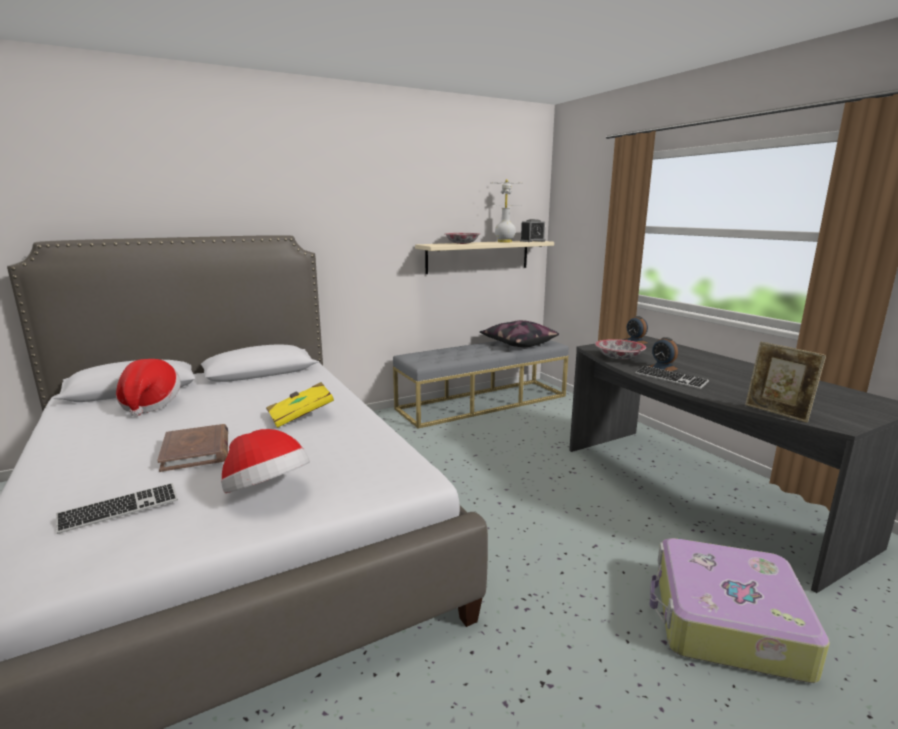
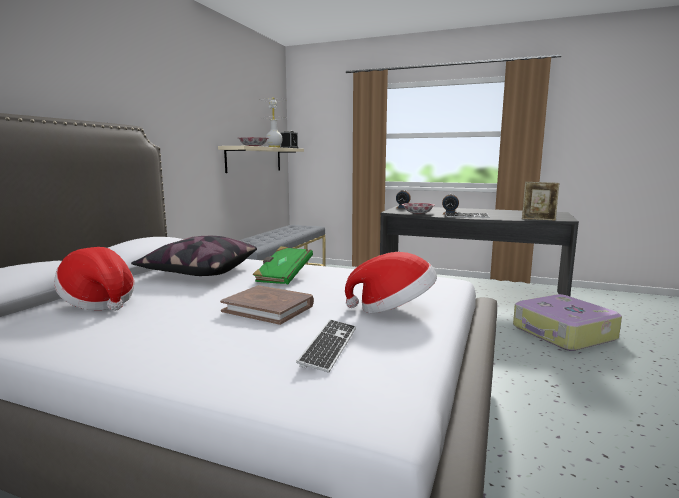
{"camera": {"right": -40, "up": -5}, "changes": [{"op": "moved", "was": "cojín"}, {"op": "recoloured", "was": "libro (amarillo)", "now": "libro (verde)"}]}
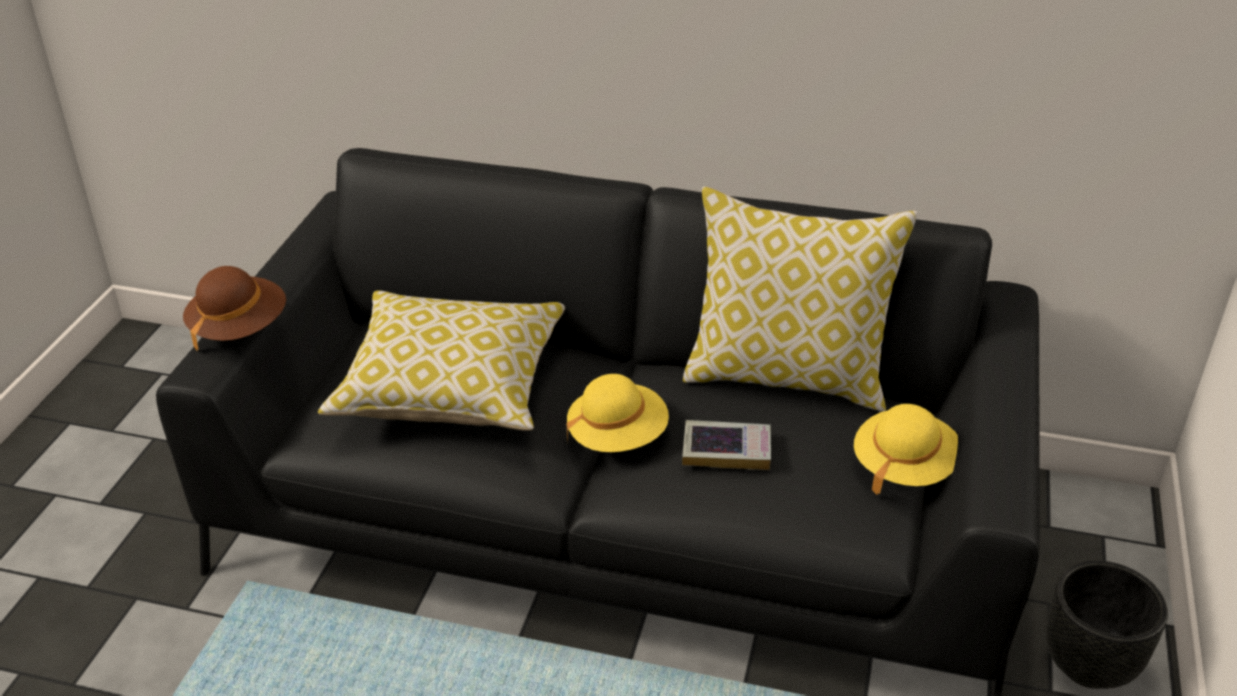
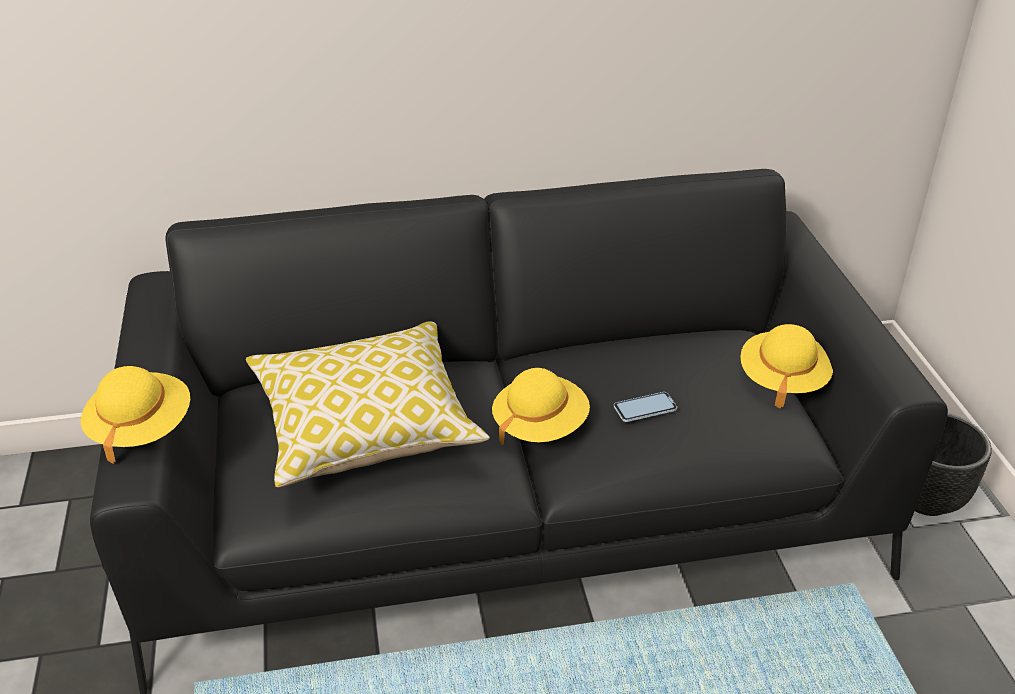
{"camera": {"right": -25, "up": 0}, "changes": [{"op": "recoloured", "was": "sombrero (marrón)", "now": "sombrero (amarillo) (1st from left)"}, {"op": "replaced", "was": "libro", "now": "móvil"}, {"op": "removed", "was": "cojín (2nd from left)"}]}
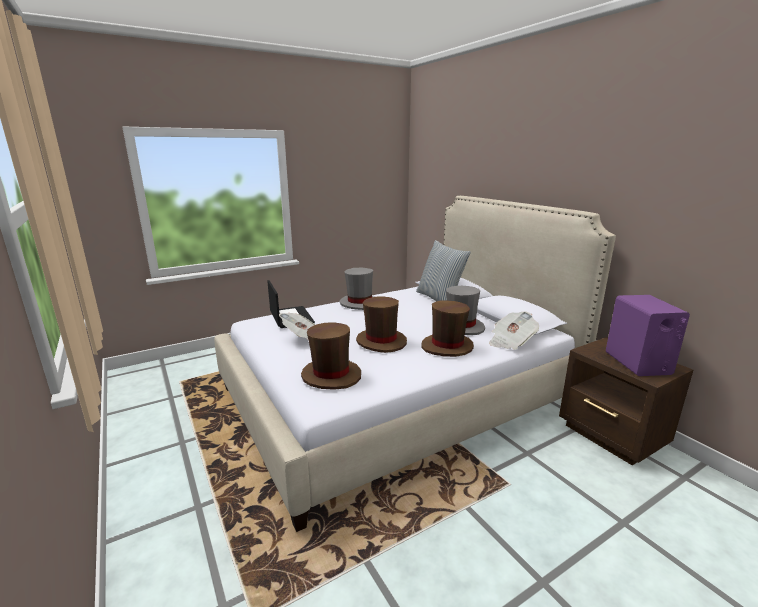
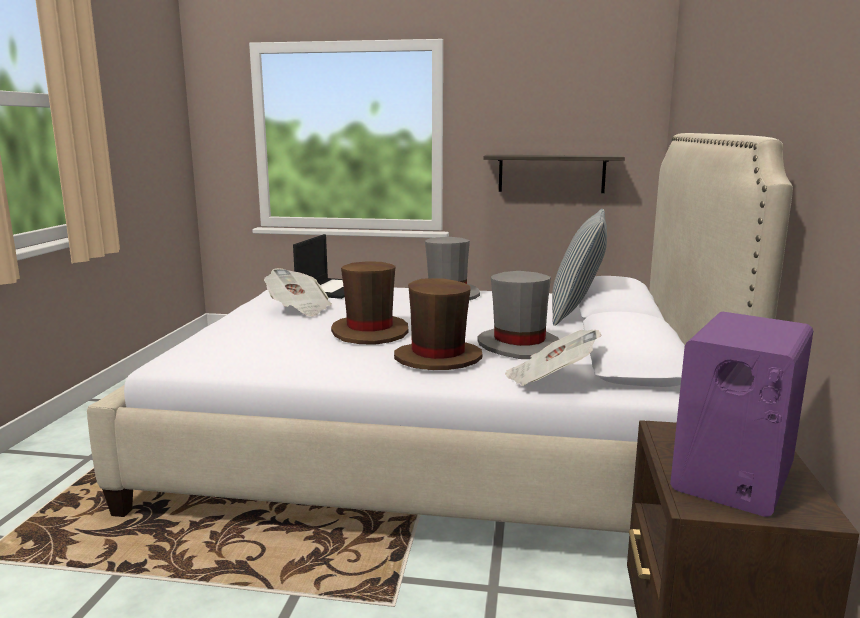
{"camera": {"right": 40, "up": -5}, "changes": [{"op": "added", "now": "estante"}, {"op": "removed", "was": "sombrero (marrón) (1st from left)"}]}
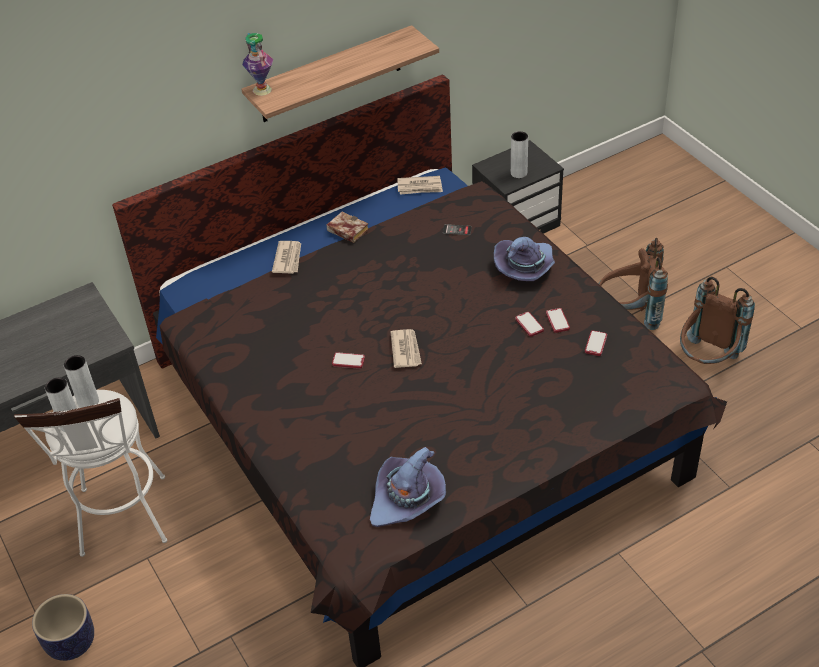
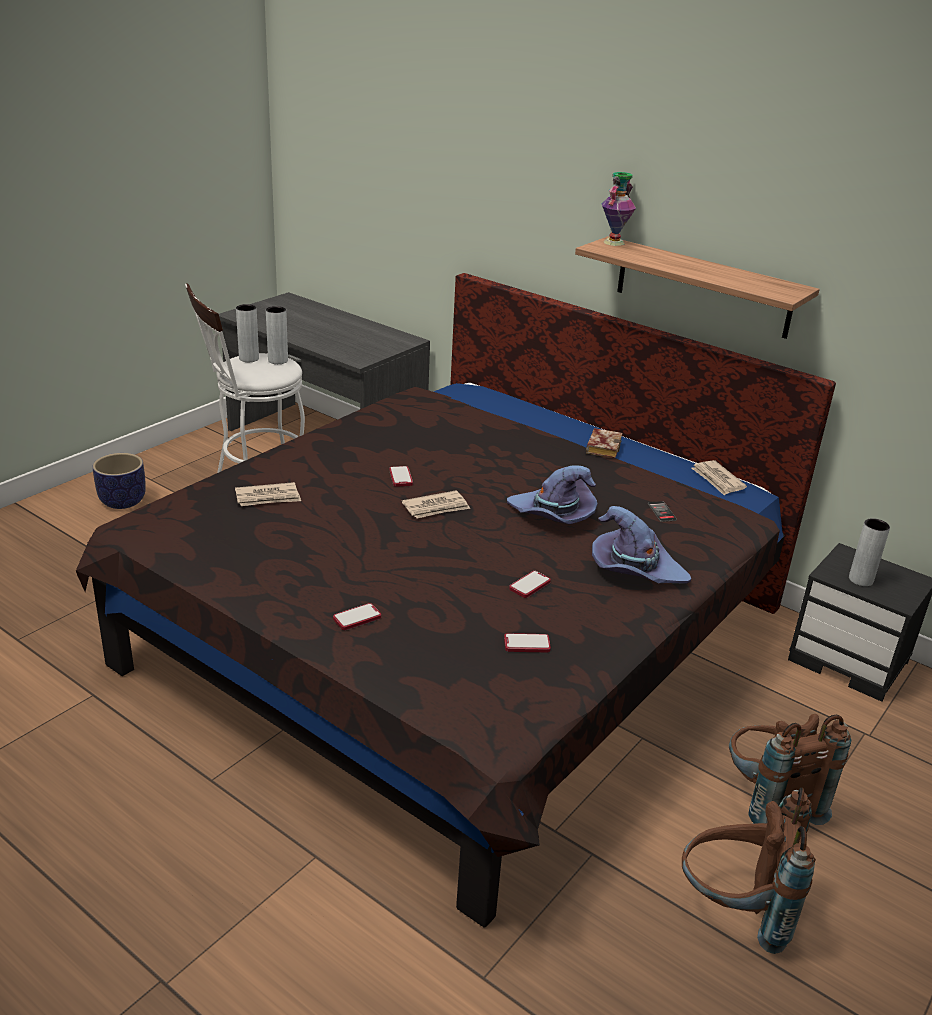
{"camera": {"right": 65, "up": -15}, "changes": [{"op": "moved", "was": "periódico (1st from left)"}, {"op": "moved", "was": "móvil (4th from left in the first image)", "now": "móvil (1st from left)"}, {"op": "moved", "was": "sombrero (morado) (1st from left)"}]}
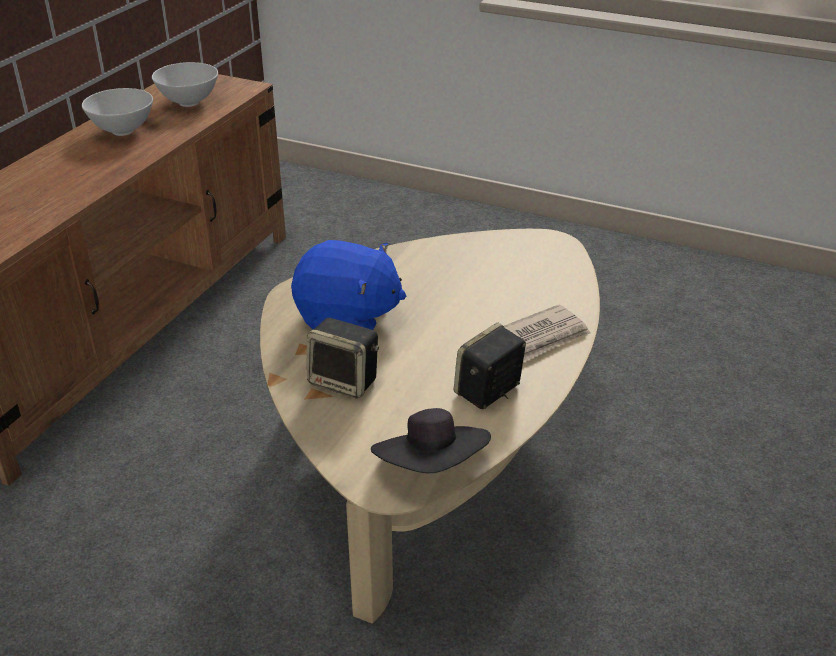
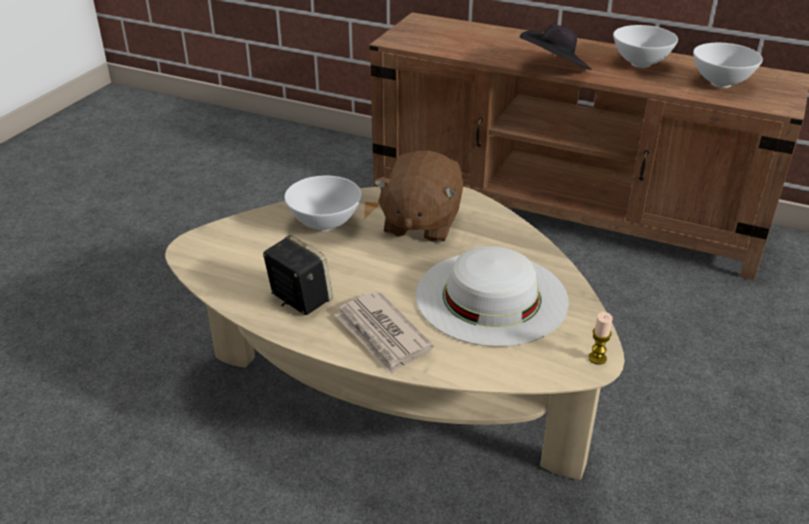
{"camera": {"right": 90, "up": 0}, "changes": [{"op": "replaced", "was": "altavoz (1st from left)", "now": "cuenco (blanco) (1st from left)"}, {"op": "recoloured", "was": "peluche (azul)", "now": "peluche (marrón)"}, {"op": "added", "now": "sombrero (blanco)"}, {"op": "moved", "was": "sombrero (negro)"}, {"op": "added", "now": "vela"}]}
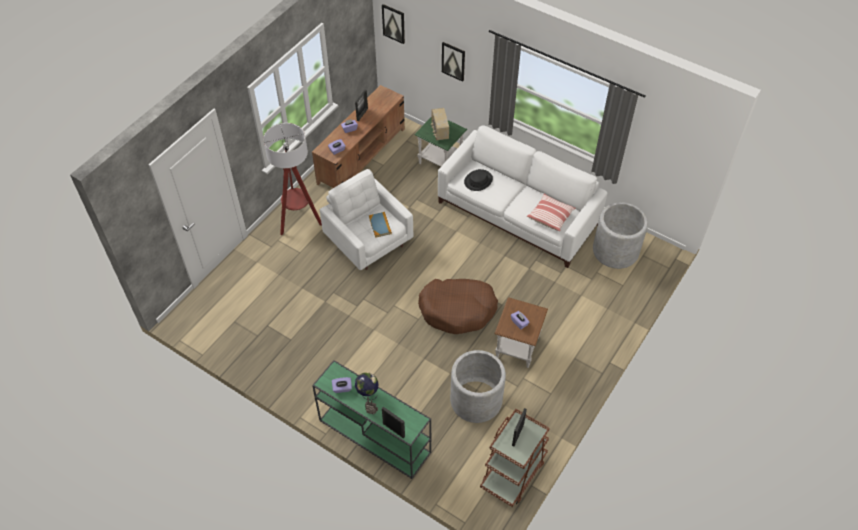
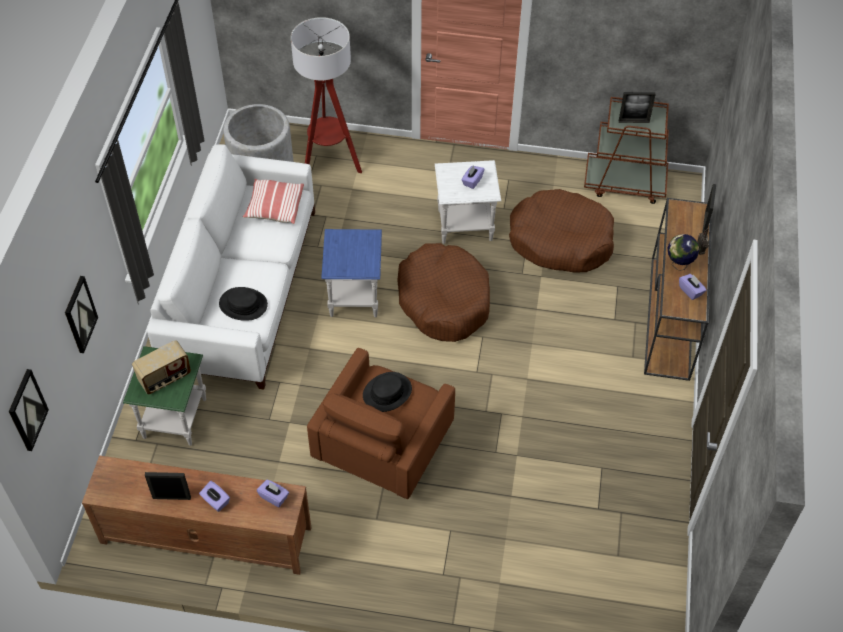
{"camera": {"right": -115, "up": 0}, "changes": [{"op": "moved", "was": "lámpara de pie"}, {"op": "recoloured", "was": "sillón (blanco)", "now": "sillón (marrón)"}, {"op": "added", "now": "mesa auxiliar (azul)"}, {"op": "replaced", "was": "libro", "now": "sombrero (negro) (2nd from left)"}, {"op": "recoloured", "was": "mesa auxiliar (marrón)", "now": "mesa auxiliar (blanco)"}, {"op": "replaced", "was": "maceta (gris) (1st from left)", "now": "cama para perro (marrón) (2nd from left)"}, {"op": "recoloured", "was": "mesa consola (verde)", "now": "mesa consola (marrón)"}]}
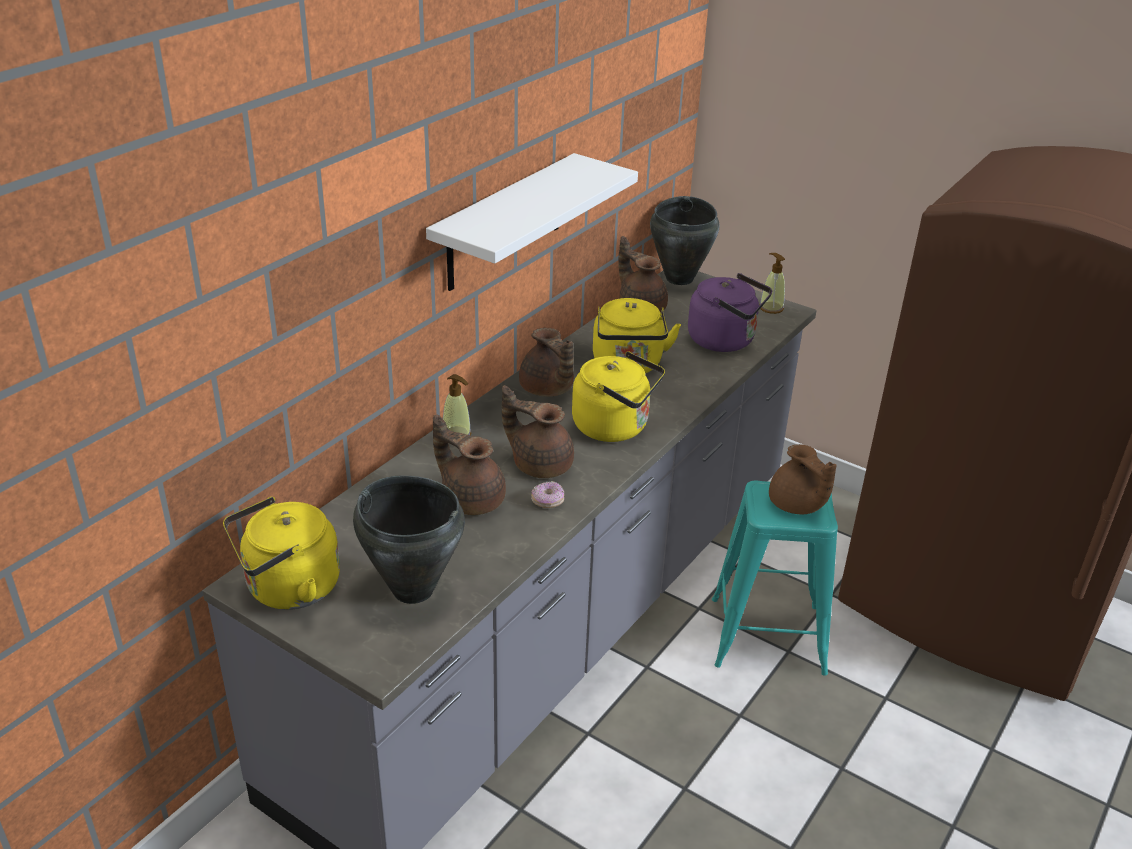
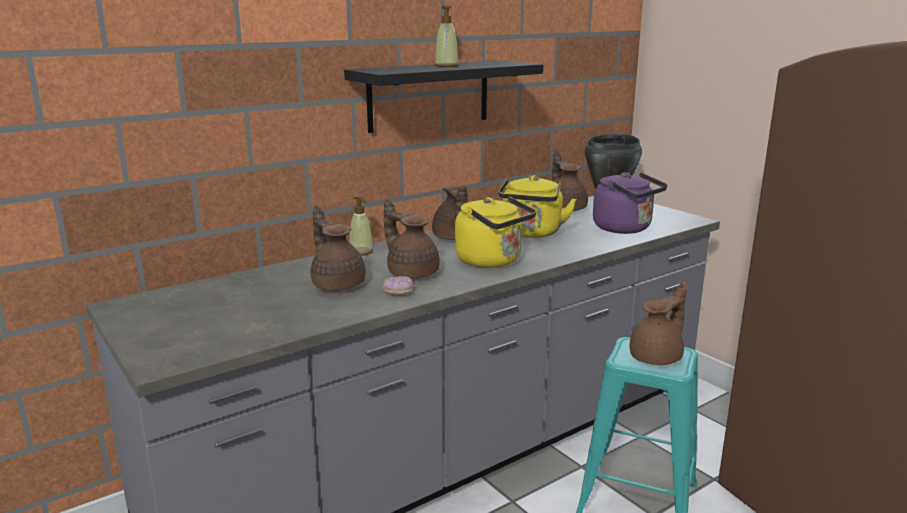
{"camera": {"right": 20, "up": -15}, "changes": [{"op": "recoloured", "was": "estante (blanco)", "now": "estante (negro)"}, {"op": "moved", "was": "dispensador de jabón (2nd from left)"}, {"op": "turned", "was": "tetera (marrón) (5th from left)", "clockwise": -120}, {"op": "removed", "was": "hervidor (amarillo) (1st from left)"}, {"op": "removed", "was": "olla (negro) (1st from left)"}]}
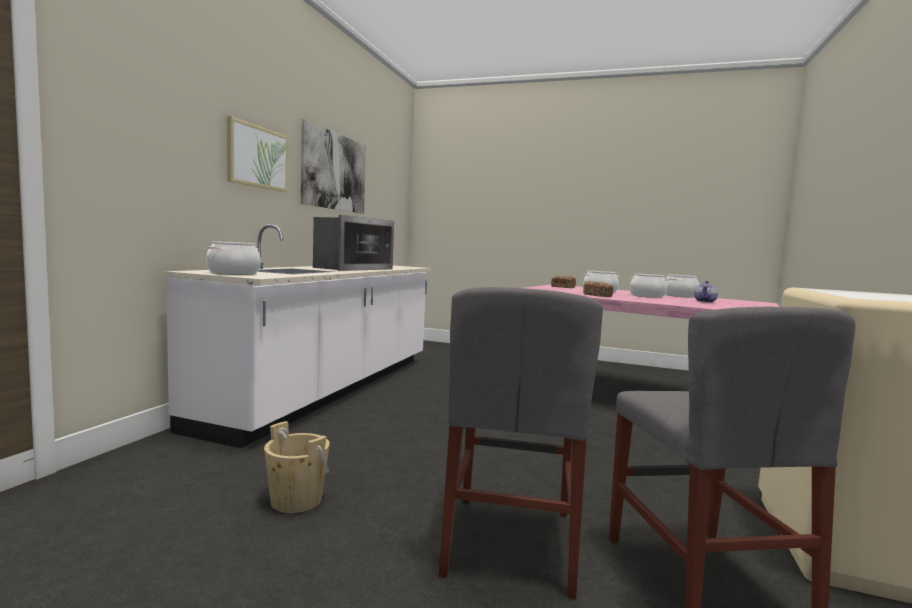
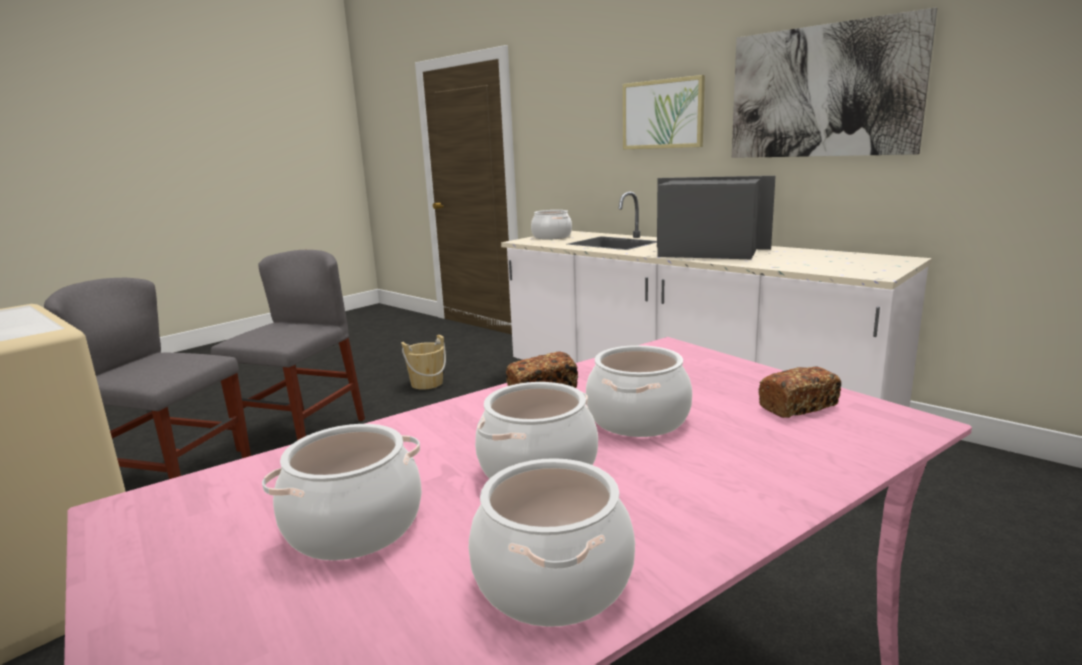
{"camera": {"right": 115, "up": 10}, "changes": [{"op": "turned", "was": "silla (gris) (1st from left in the first image)", "clockwise": 75}, {"op": "replaced", "was": "tetera", "now": "olla (1st from left)"}, {"op": "turned", "was": "microondas", "clockwise": 150}]}
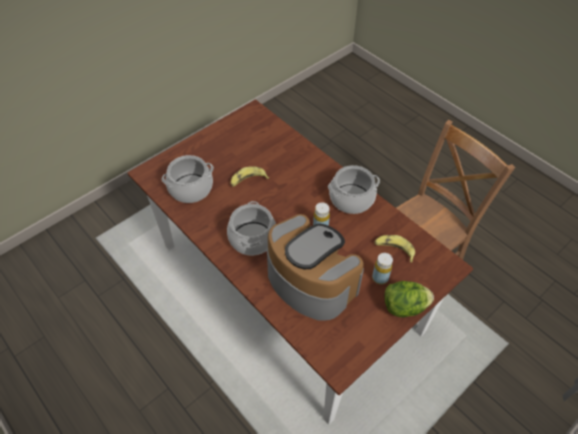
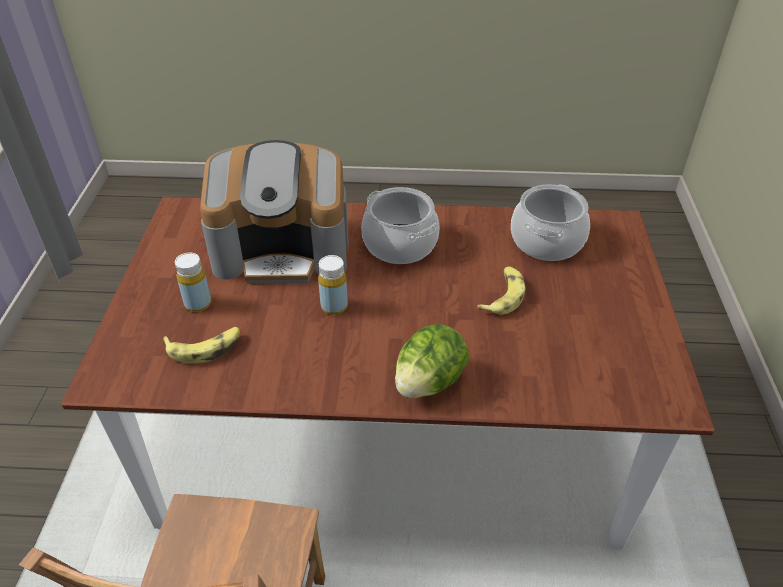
{"camera": {"right": 135, "up": -10}, "changes": [{"op": "moved", "was": "lechuga"}, {"op": "removed", "was": "olla (3rd from left)"}]}
